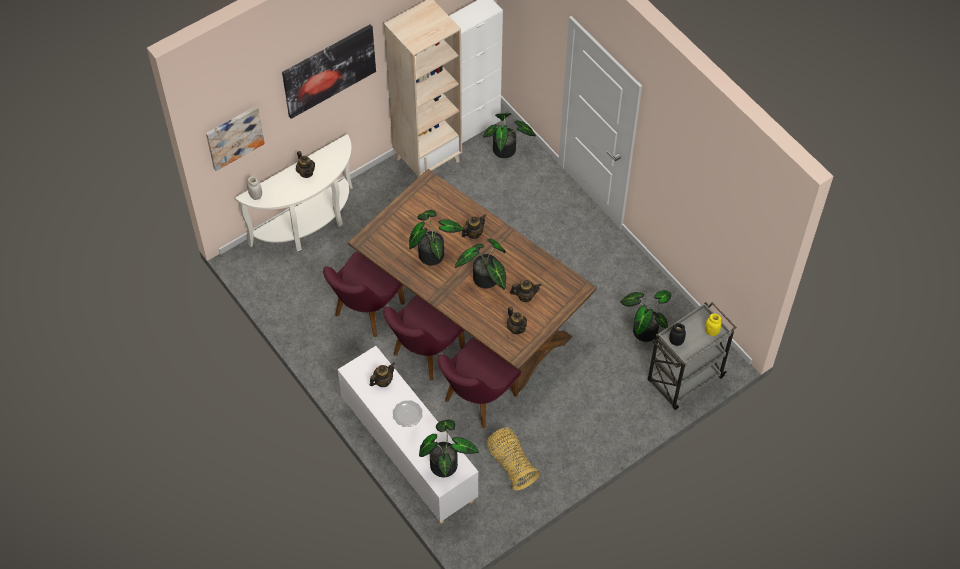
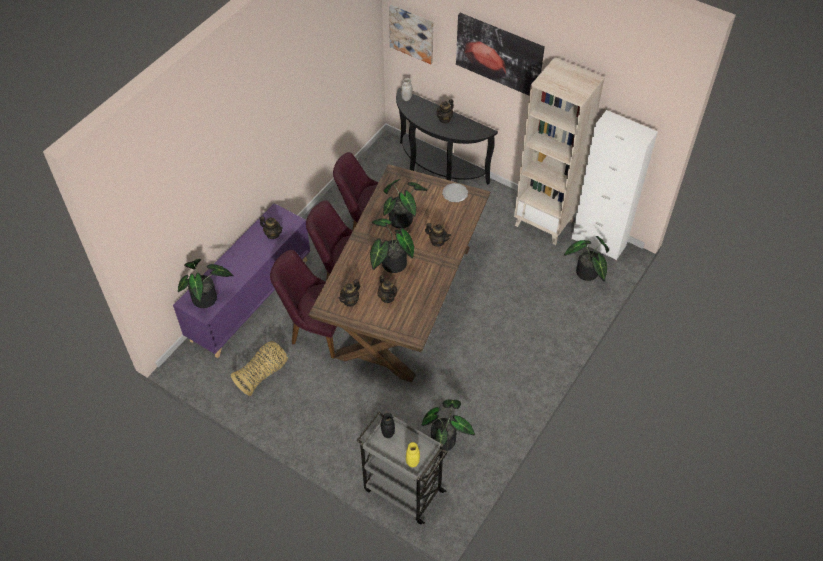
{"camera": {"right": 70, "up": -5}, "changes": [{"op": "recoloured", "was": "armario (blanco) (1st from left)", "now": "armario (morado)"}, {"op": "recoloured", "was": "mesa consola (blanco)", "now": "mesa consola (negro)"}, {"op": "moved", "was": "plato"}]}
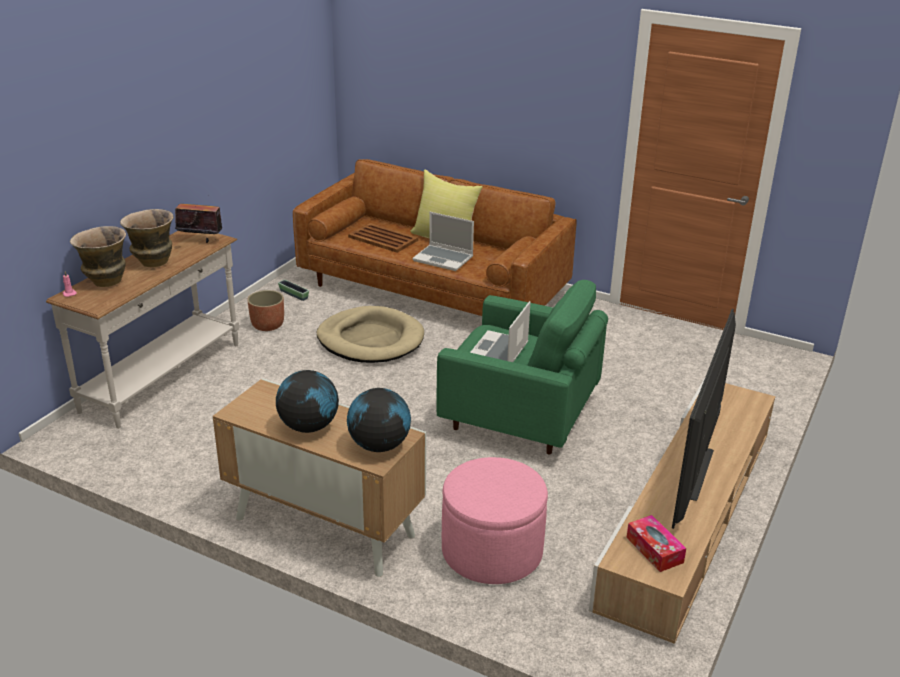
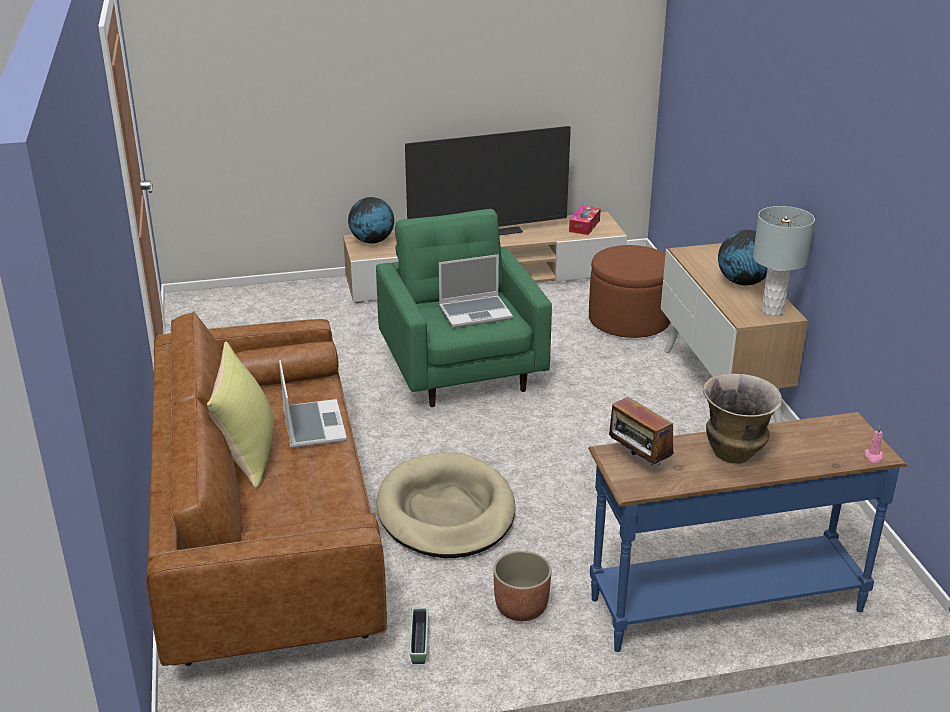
{"camera": {"right": -130, "up": 0}, "changes": [{"op": "moved", "was": "globo terráqueo (2nd from left in the first image)", "now": "globo terráqueo (1st from left)"}, {"op": "recoloured", "was": "mesa consola (blanco)", "now": "mesa consola (azul)"}, {"op": "recoloured", "was": "puf (rosa)", "now": "puf (marrón)"}, {"op": "added", "now": "lámpara de mesa (gris)"}, {"op": "removed", "was": "florero (1st from left)"}, {"op": "removed", "was": "bandeja (marrón)"}]}
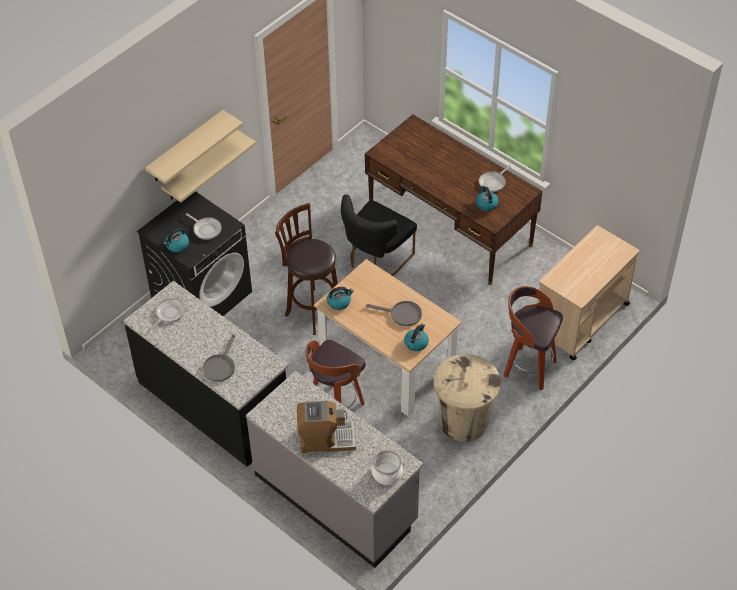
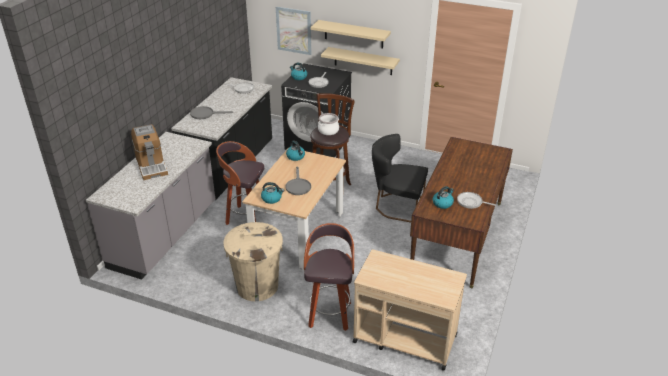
{"camera": {"right": 70, "up": -15}, "changes": [{"op": "added", "now": "cuadro"}, {"op": "moved", "was": "olla"}]}
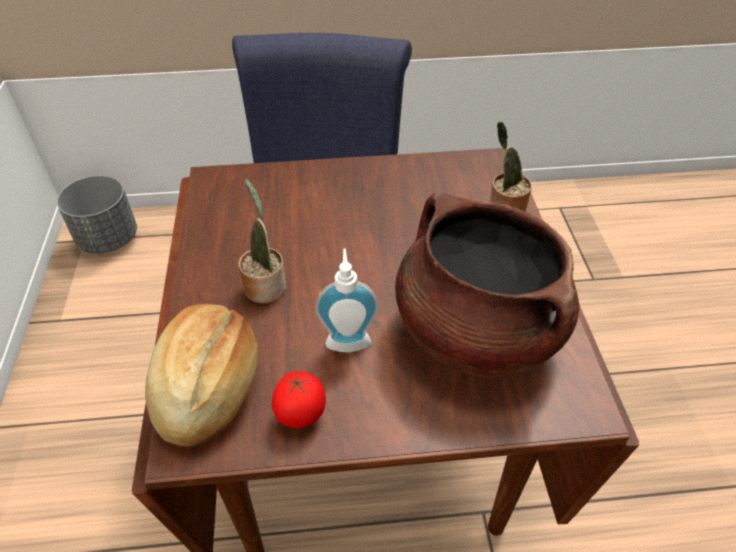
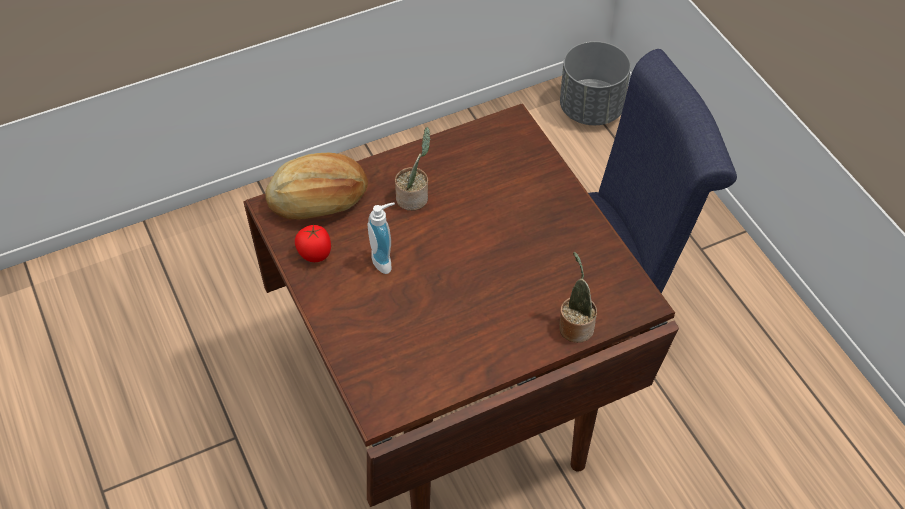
{"camera": {"right": 70, "up": 5}, "changes": [{"op": "removed", "was": "olla (marrón)"}]}
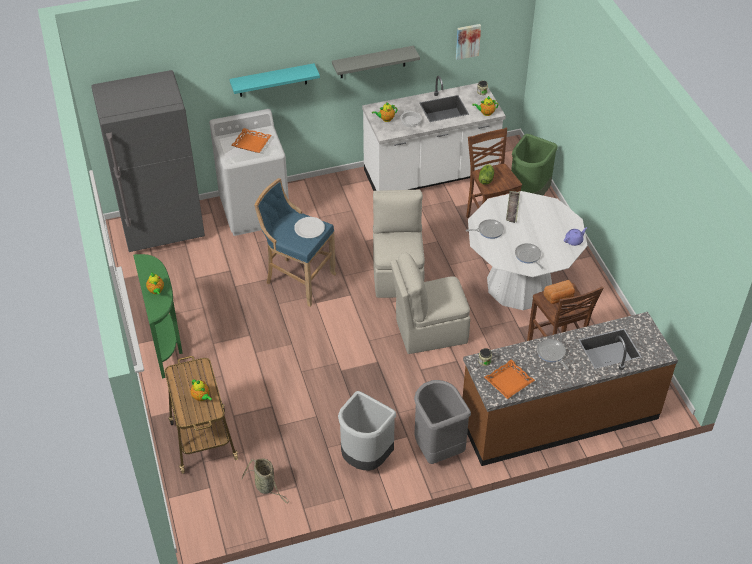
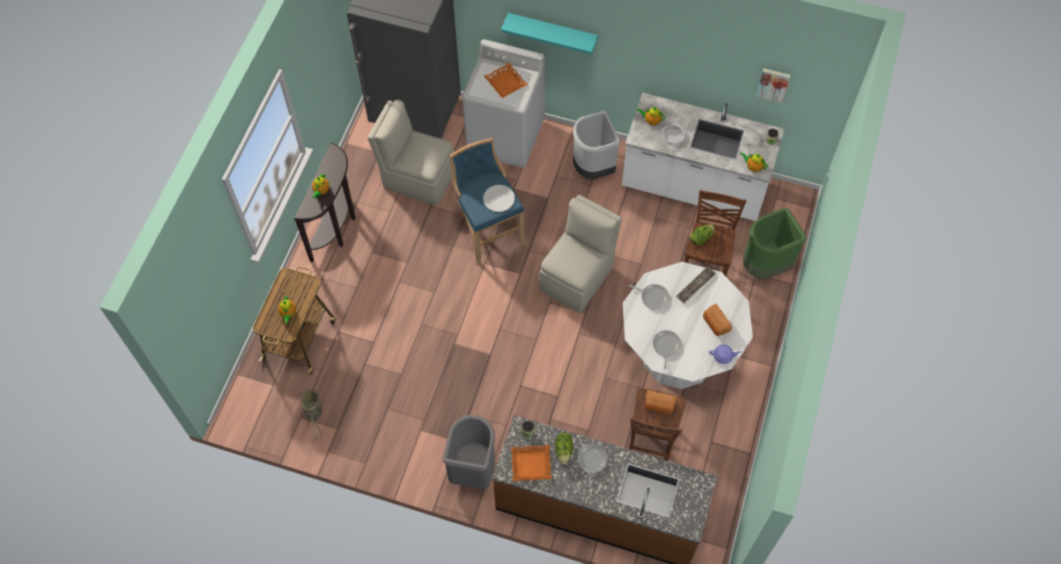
{"camera": {"right": 35, "up": 15}, "changes": [{"op": "recoloured", "was": "mesa consola (verde)", "now": "mesa consola (marrón)"}, {"op": "moved", "was": "silla (beis) (2nd from left in the first image)", "now": "silla (beis) (1st from left)"}, {"op": "added", "now": "lechuga (1st from left)"}, {"op": "moved", "was": "papelera (gris) (1st from left in the first image)", "now": "papelera (gris) (2nd from left)"}, {"op": "added", "now": "pan (2nd from left)"}, {"op": "removed", "was": "estante (gris)"}]}
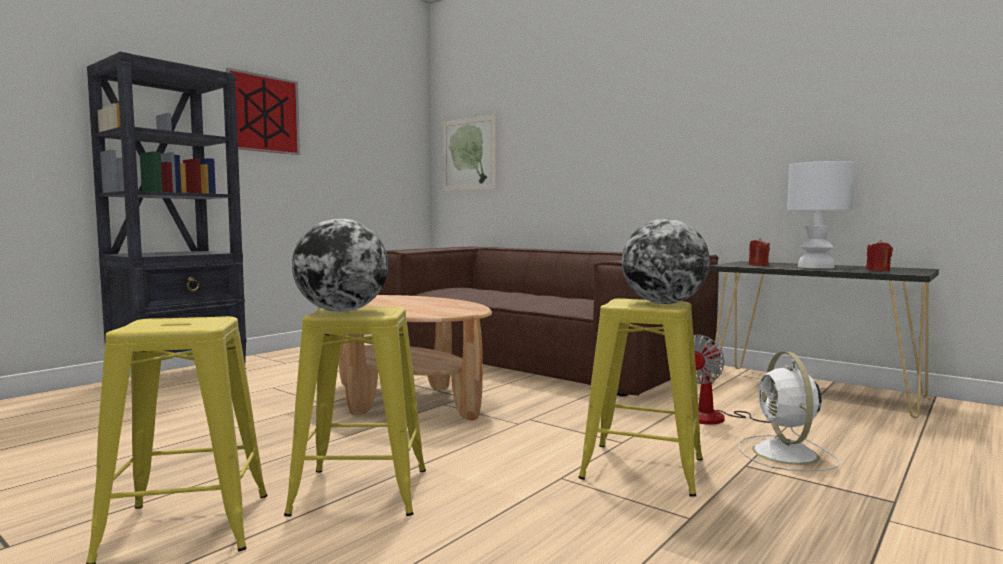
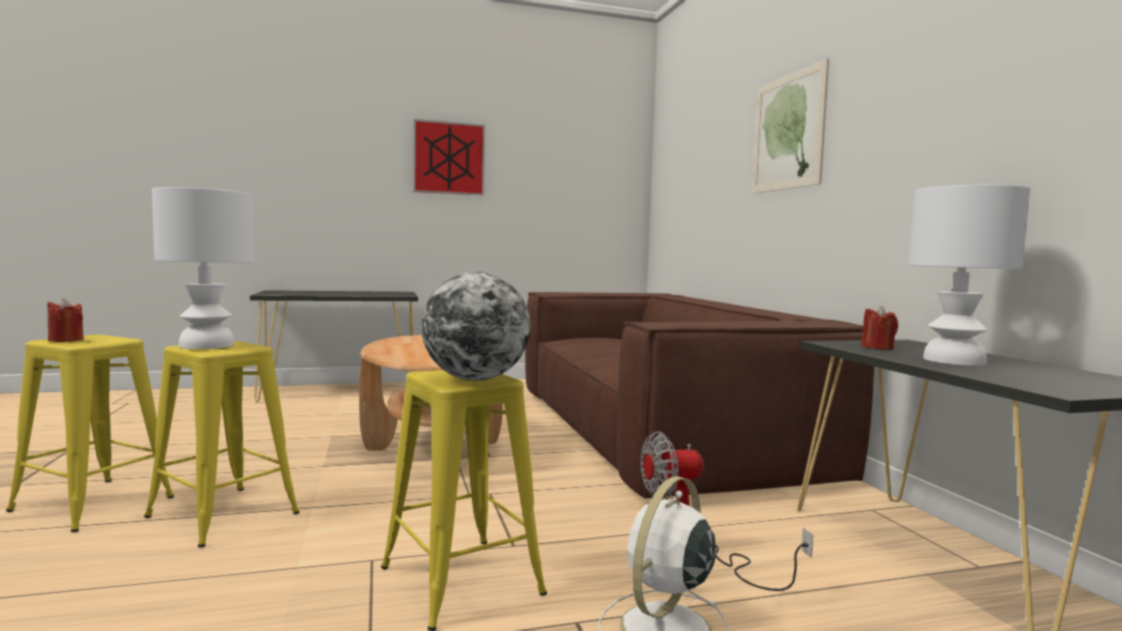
{"camera": {"right": 35, "up": 0}, "changes": [{"op": "moved", "was": "vela (rojo) (2nd from left in the first image)", "now": "vela (rojo) (1st from left)"}, {"op": "replaced", "was": "globo terráqueo (1st from left)", "now": "lámpara de mesa (blanco) (1st from left)"}, {"op": "replaced", "was": "estantería (negro)", "now": "mesa consola (negro) (1st from left)"}, {"op": "moved", "was": "cuadro (2nd from left)"}]}
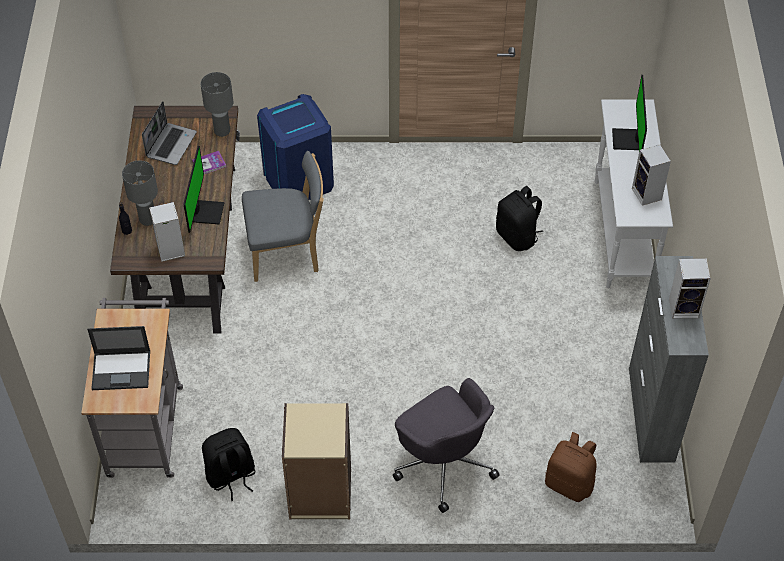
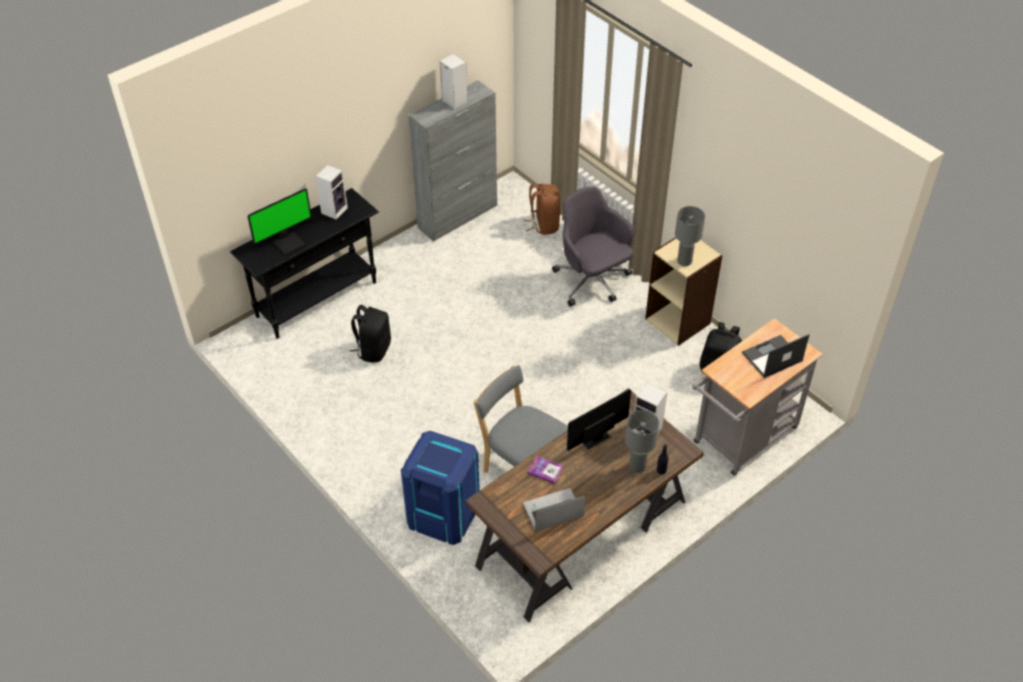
{"camera": {"right": -130, "up": -5}, "changes": [{"op": "recoloured", "was": "mesa consola (blanco)", "now": "mesa consola (negro)"}, {"op": "turned", "was": "silla de oficina (gris)", "clockwise": -45}, {"op": "moved", "was": "lámpara de mesa (gris) (2nd from left)"}, {"op": "turned", "was": "portátil (1st from left in the first image)", "clockwise": -75}]}
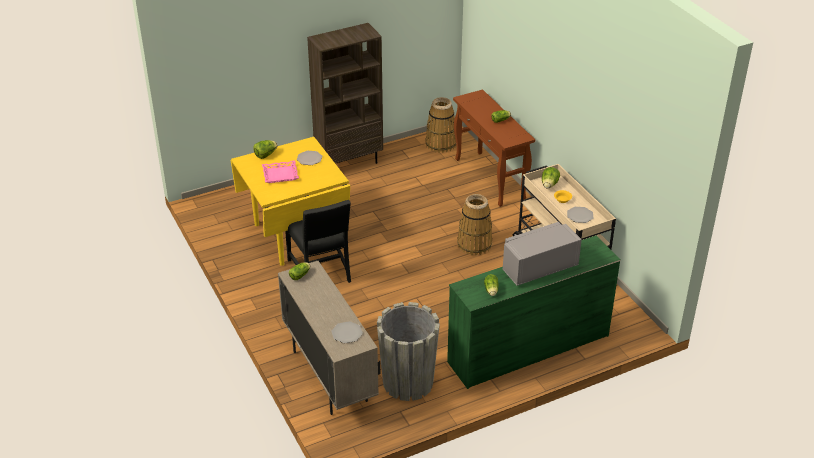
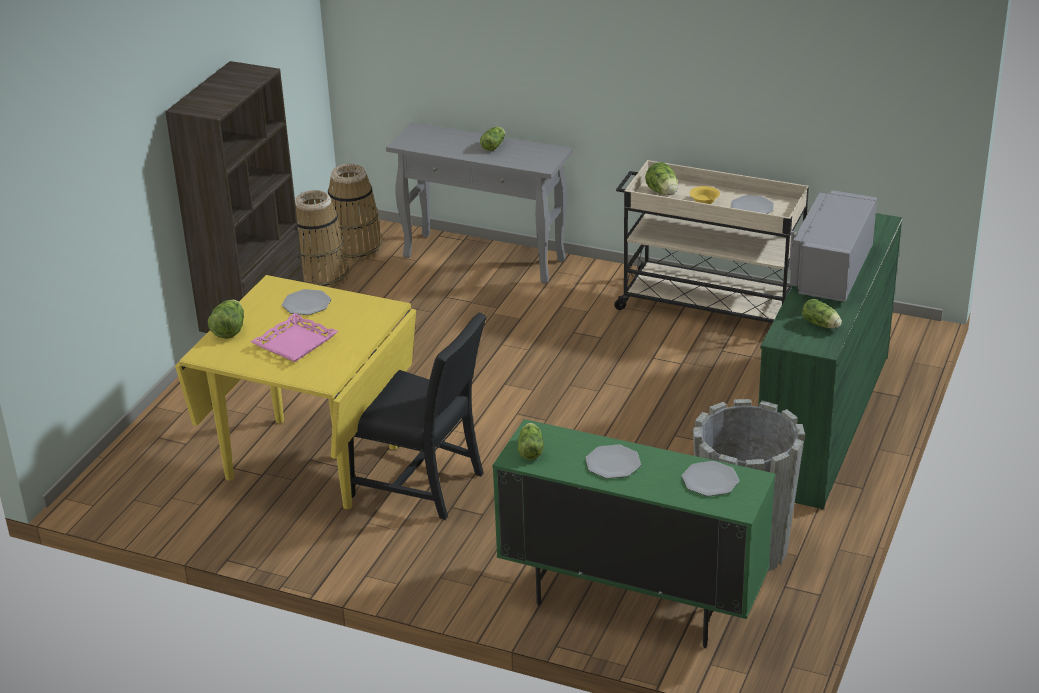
{"camera": {"right": -40, "up": -5}, "changes": [{"op": "moved", "was": "cesta (2nd from left in the first image)", "now": "cesta (1st from left)"}, {"op": "recoloured", "was": "mesa consola (marrón)", "now": "mesa consola (gris)"}, {"op": "recoloured", "was": "armario (beis)", "now": "armario (verde)"}, {"op": "added", "now": "plato (2nd from left)"}]}
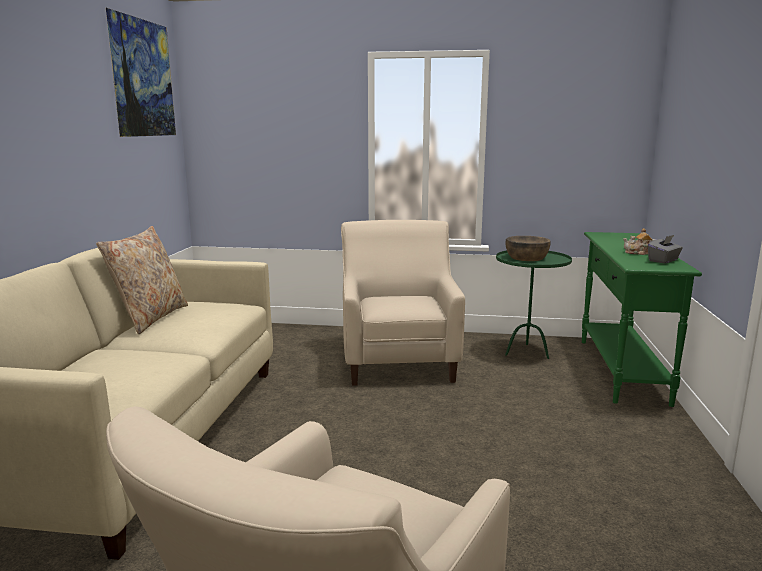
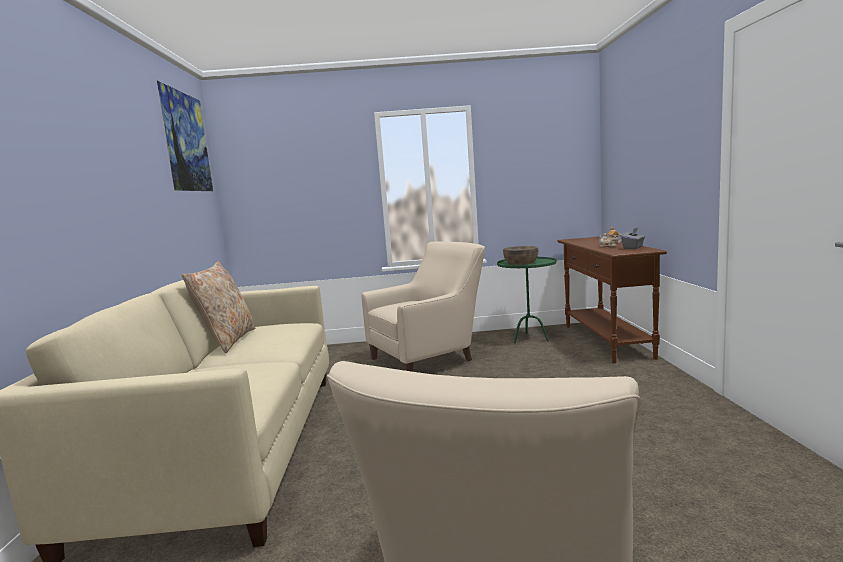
{"camera": {"right": -10, "up": -5}, "changes": [{"op": "turned", "was": "sillón (beis) (2nd from left in the first image)", "clockwise": 75}, {"op": "recoloured", "was": "mesa consola (verde)", "now": "mesa consola (marrón)"}]}
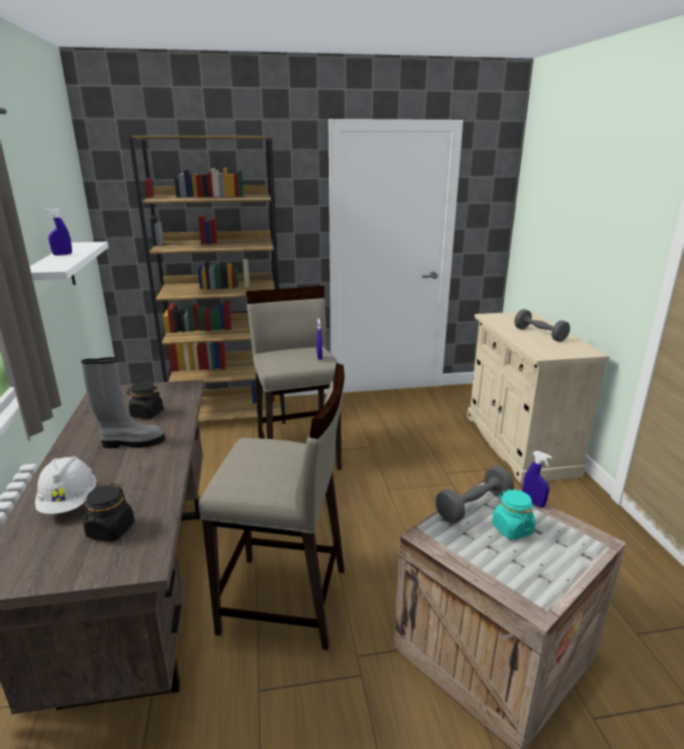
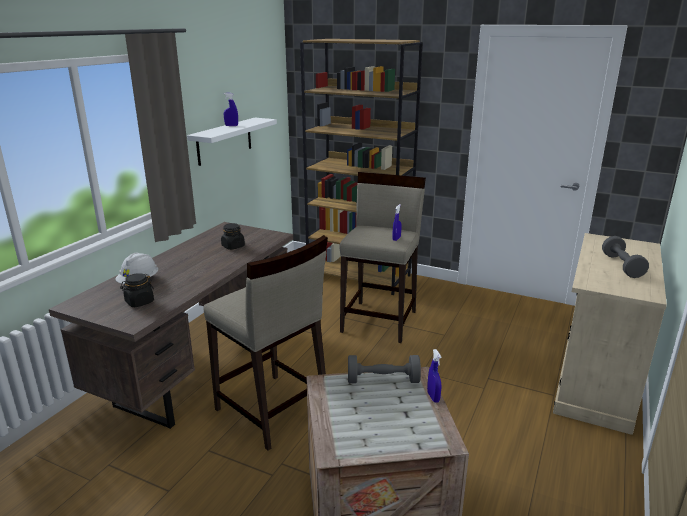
{"camera": {"right": 35, "up": 0}, "changes": [{"op": "removed", "was": "bota (gris)"}, {"op": "removed", "was": "tarro (turquesa)"}]}
